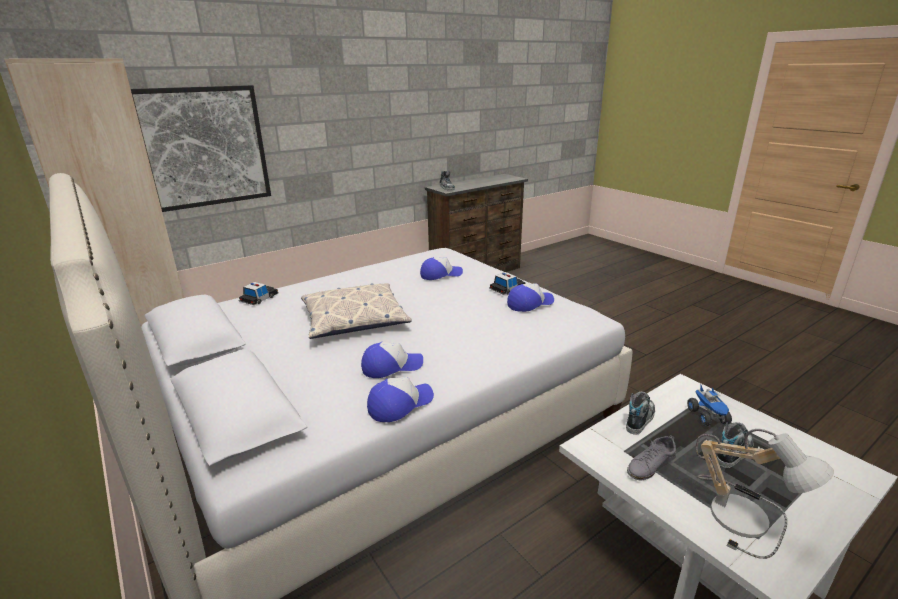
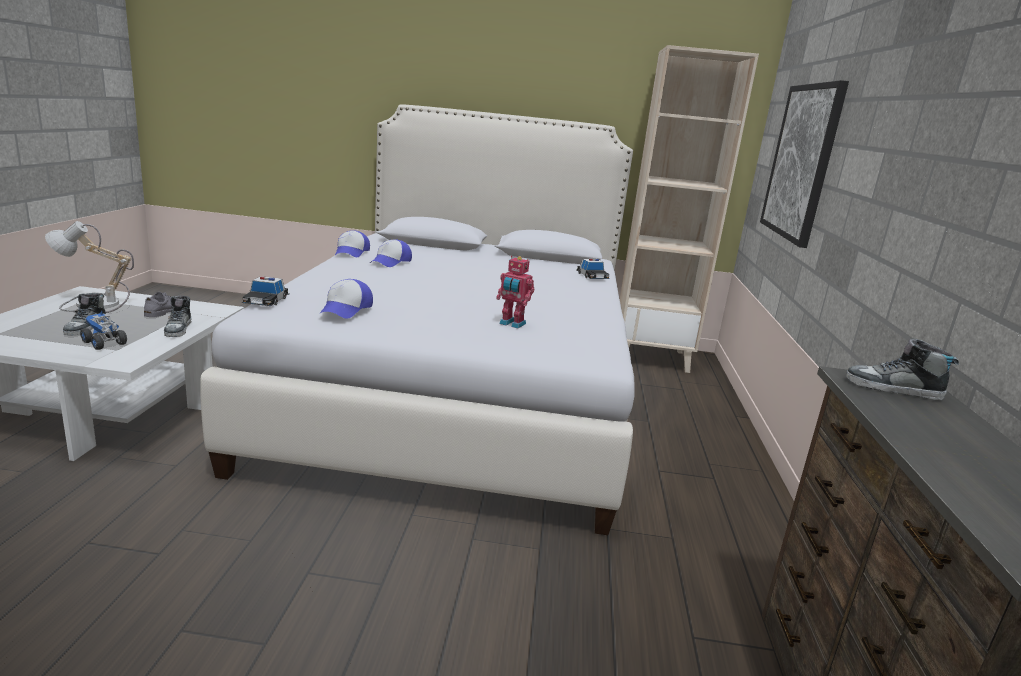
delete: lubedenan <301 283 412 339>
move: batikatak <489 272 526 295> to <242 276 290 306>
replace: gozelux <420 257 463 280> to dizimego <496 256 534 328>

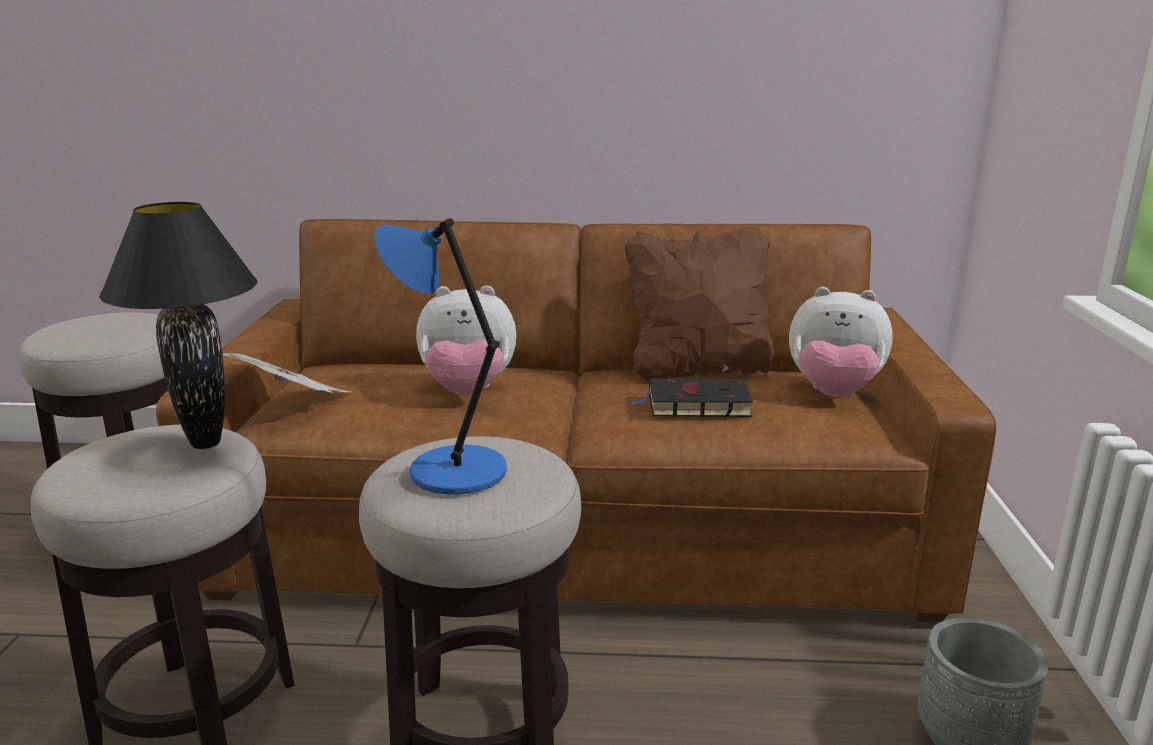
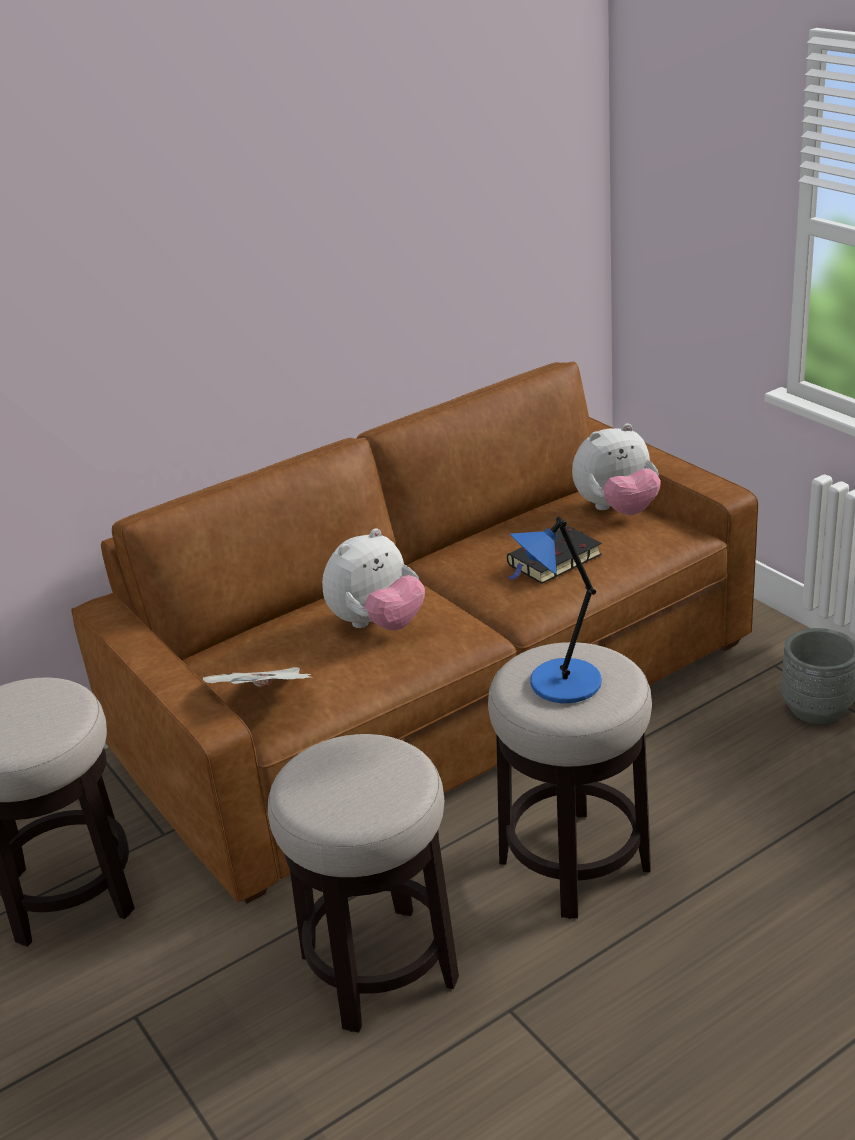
delete: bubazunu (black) <99 202 258 449>; lubedenan (brown) <624 227 774 381>

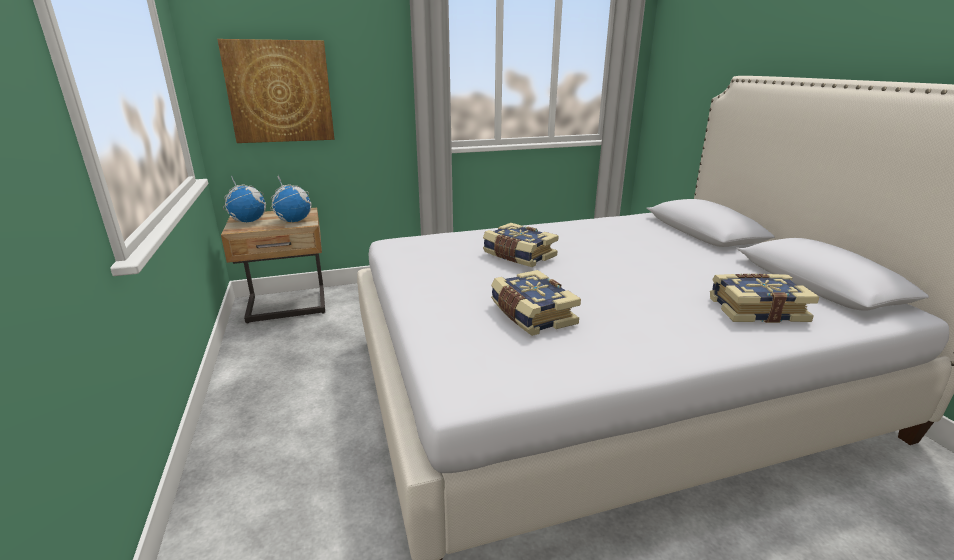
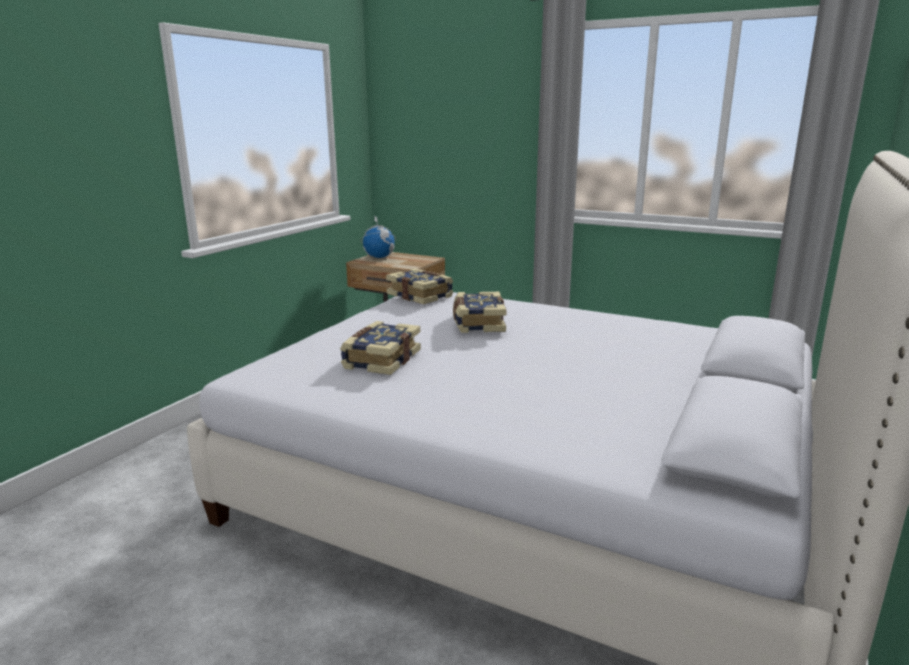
delete: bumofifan <217 39 335 143>; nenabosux <270 175 312 223>
move: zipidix <710 274 819 323> to <386 269 453 304>

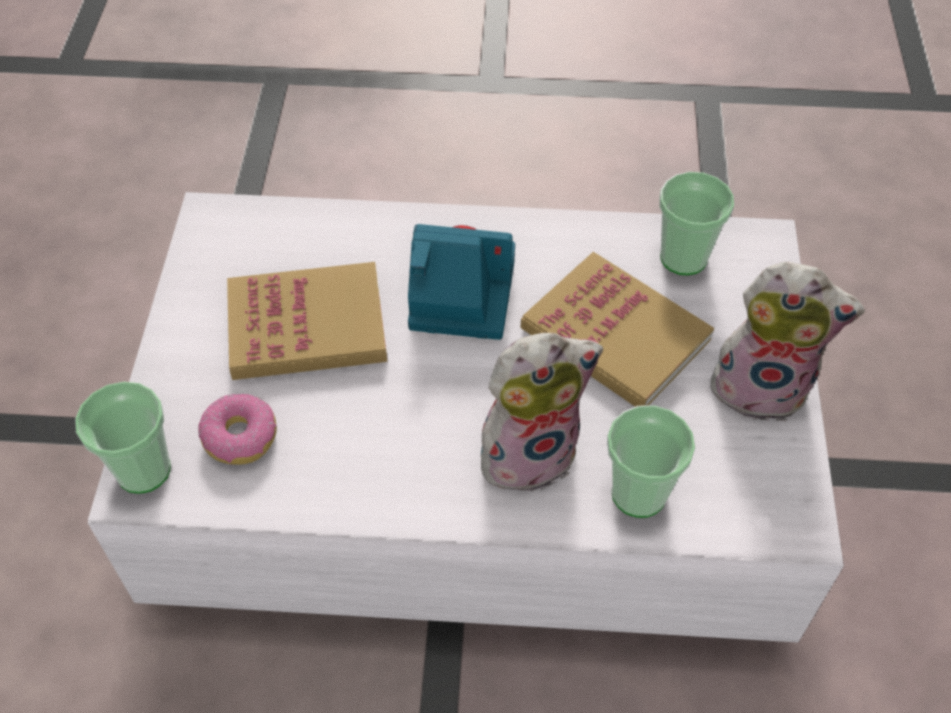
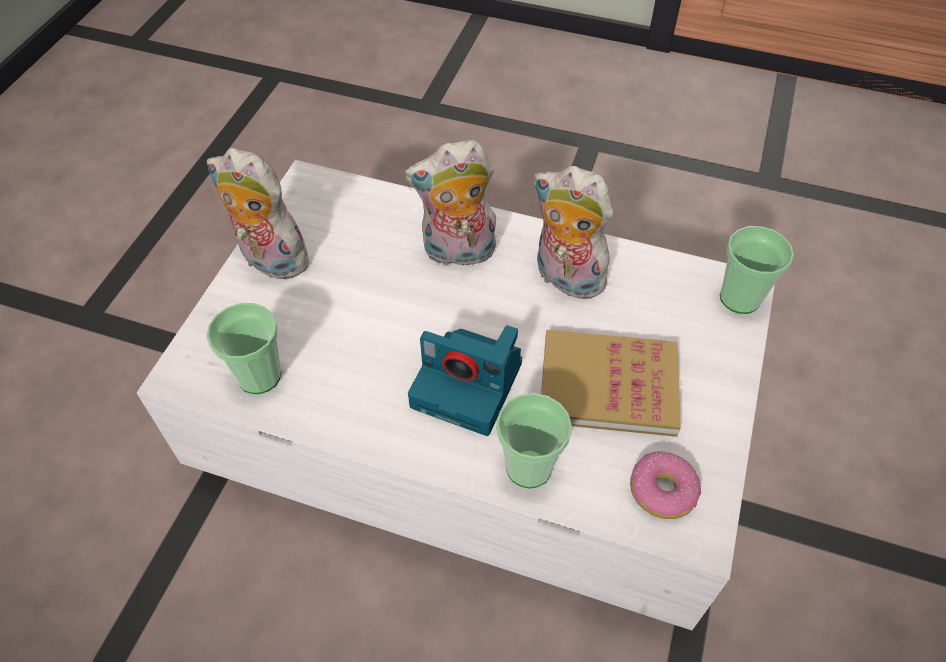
delete: zipidix <521 252 714 407>
insert: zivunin <533 166 613 300>
move: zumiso <198 393 277 465> to <630 451 701 519>; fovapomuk <607 405 695 518> to <496 393 572 489>

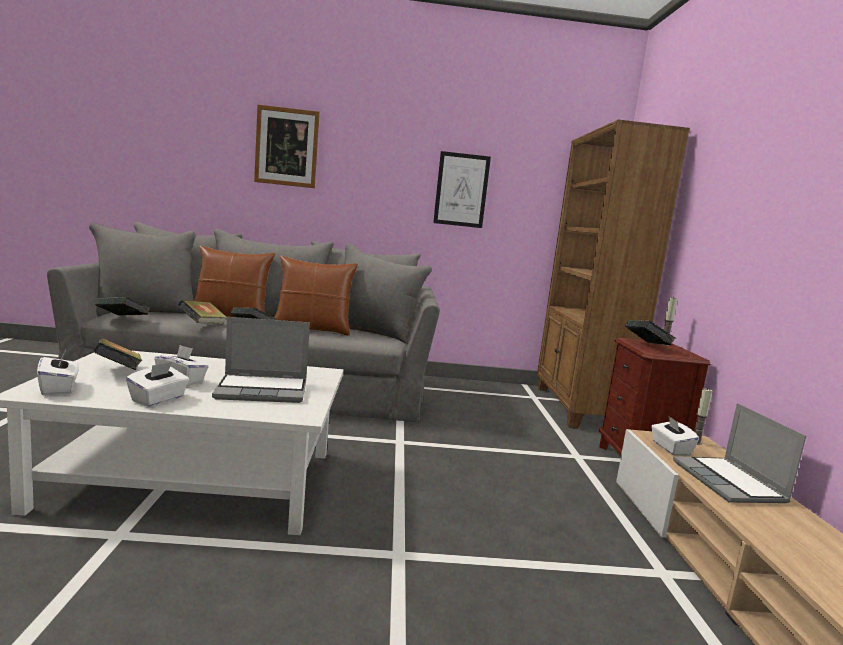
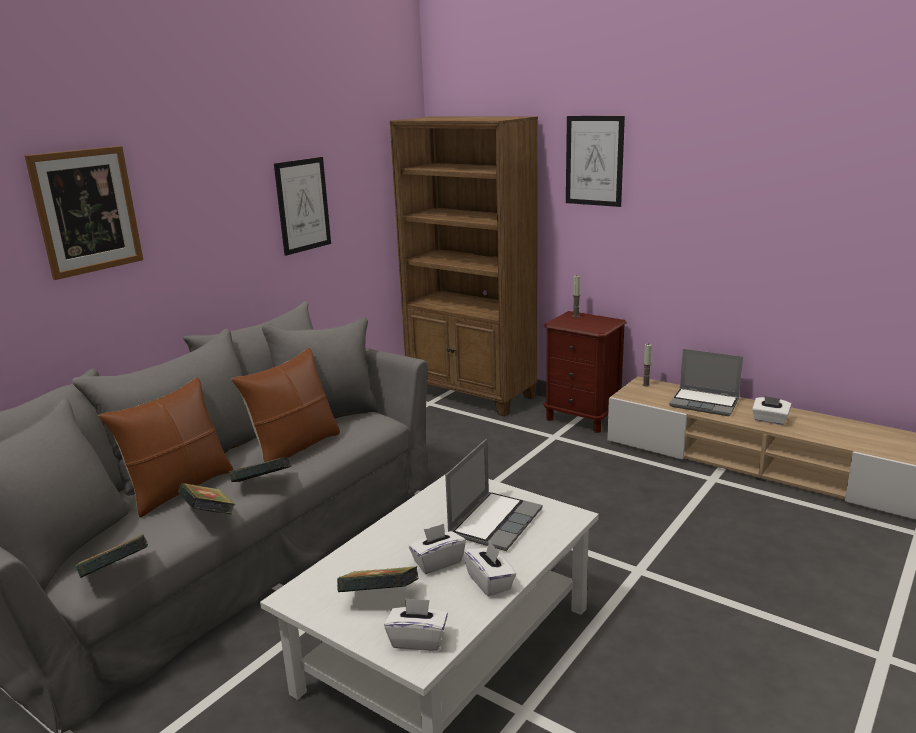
delete: zipidix <625 320 676 345>
insert: bumofifan <566 116 625 207>
move: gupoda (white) <651 415 699 456> to <752 396 792 425>

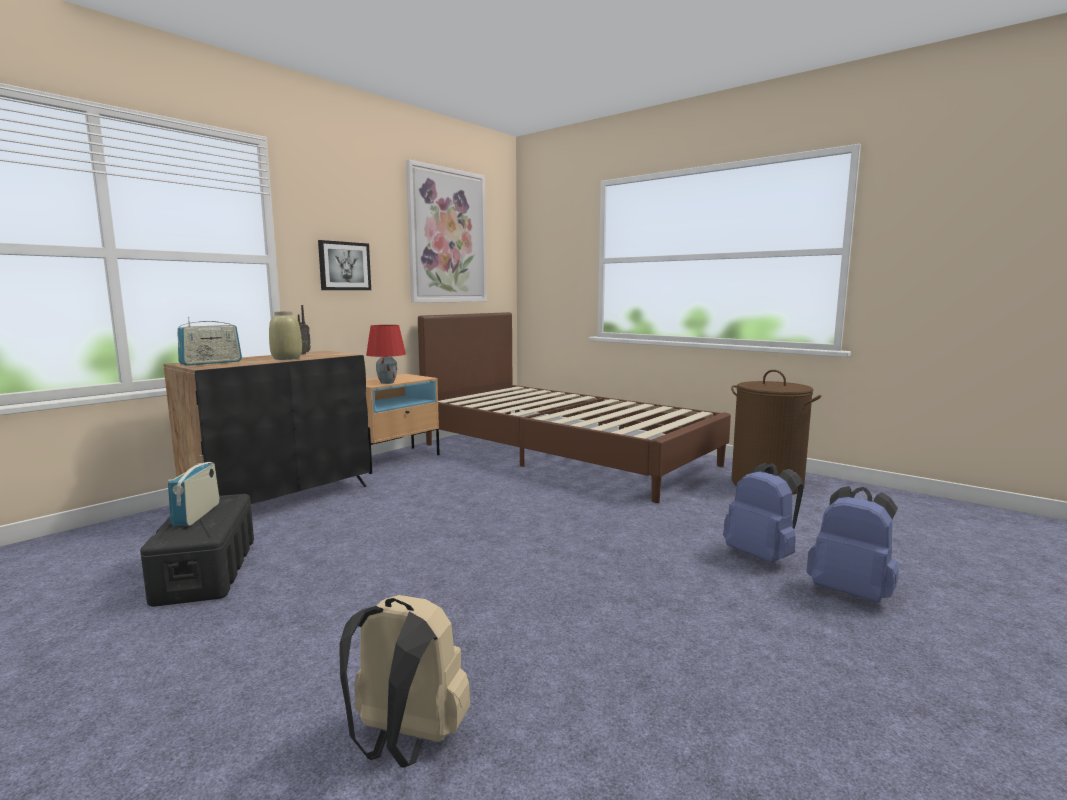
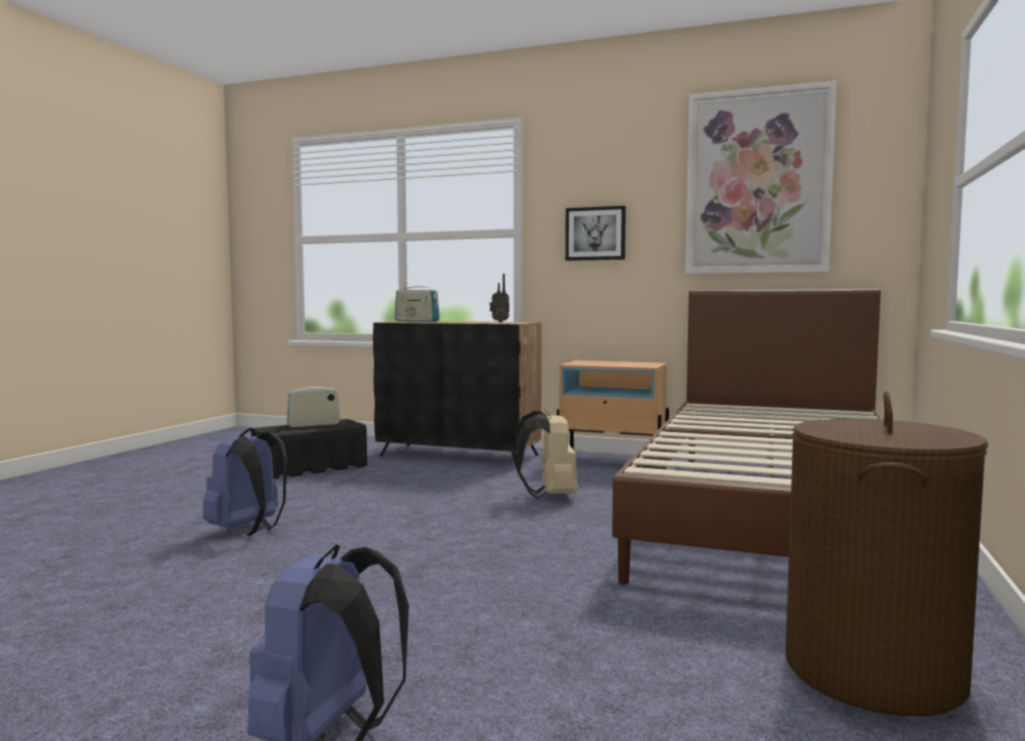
delete: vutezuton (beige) <269 311 302 360>; bubazunu (red) <366 325 406 384>
move: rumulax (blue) <723 463 804 563> to <203 428 288 536>; rumulax (beige) <339 595 470 768> to <515 408 577 499>

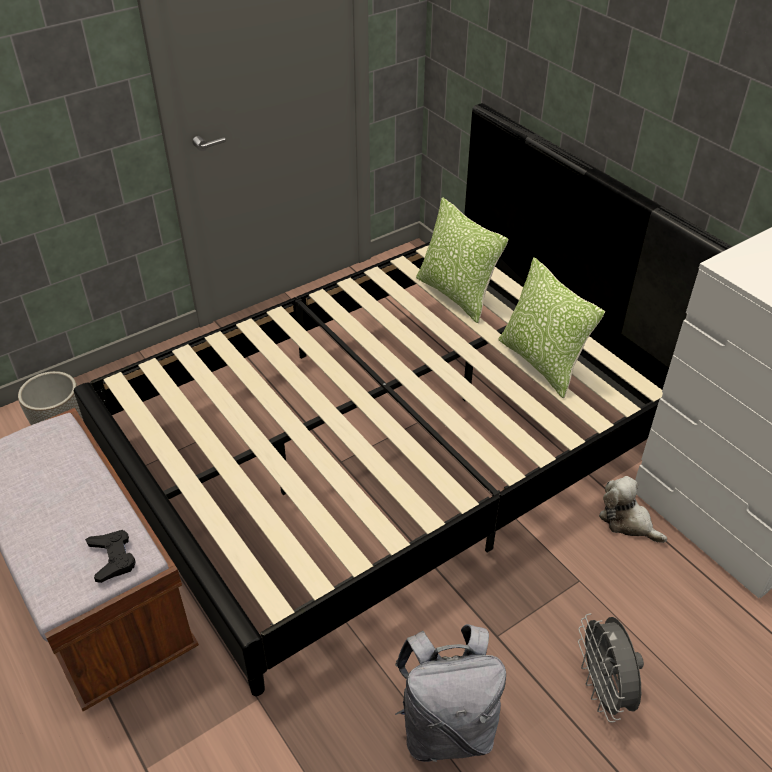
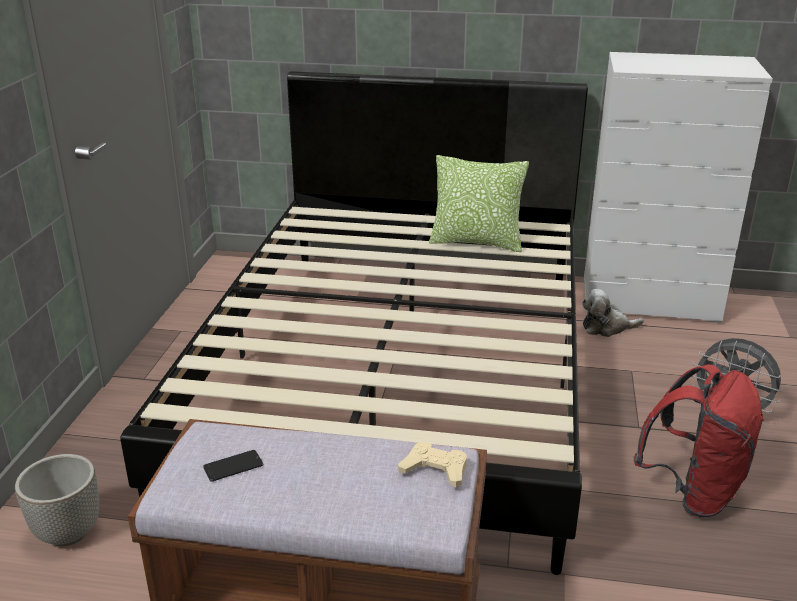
delete: lubedenan <416 197 508 323>
insert: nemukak <203 450 263 482>
recolor: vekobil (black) <85 530 136 583> to vekobil (beige) <398 442 467 487>; rumulax (grey) <395 624 506 762> to rumulax (red) <634 364 764 518>

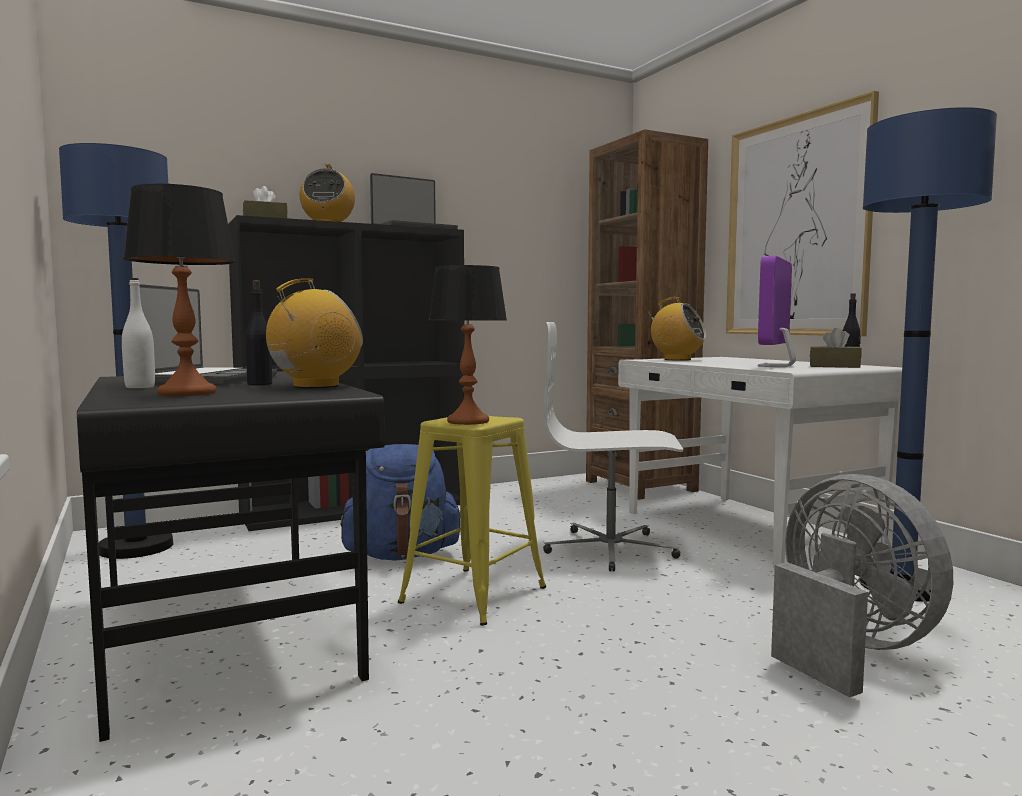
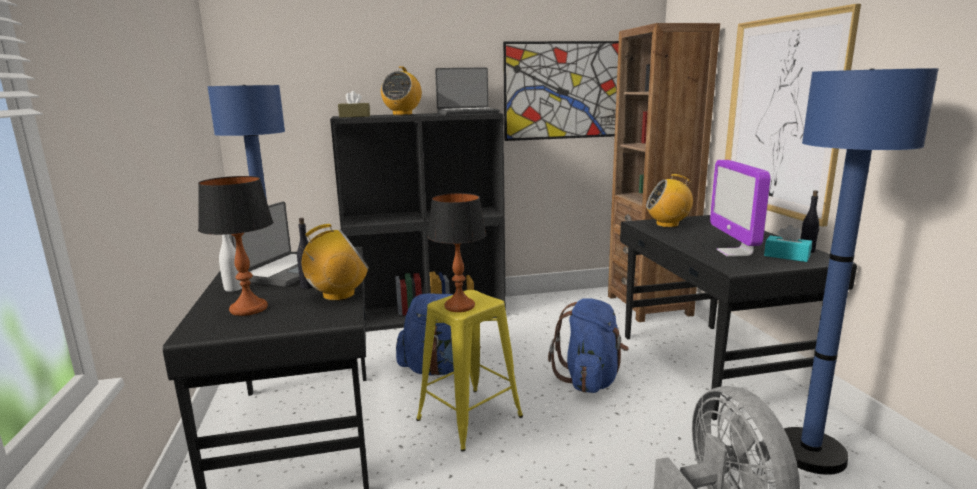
insert: bumofifan <503 41 619 141>
replace: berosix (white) <543 322 683 572> to rumulax (blue) <548 298 629 393>
recolor: gupoda (brown) <810 328 861 368> to gupoda (turquoise) <764 225 812 262>; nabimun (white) <618 357 902 568> to nabimun (black) <620 215 857 420>
rotate: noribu <758 256 796 367> = <710 160 770 257> 45 degrees counterclockwise; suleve <646 297 706 361> = <646 174 693 228> 135 degrees clockwise

